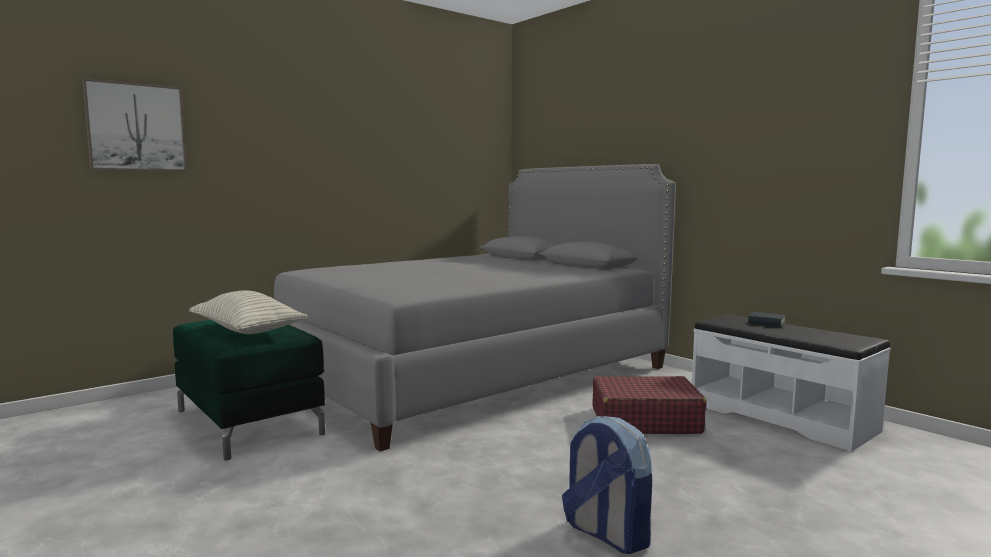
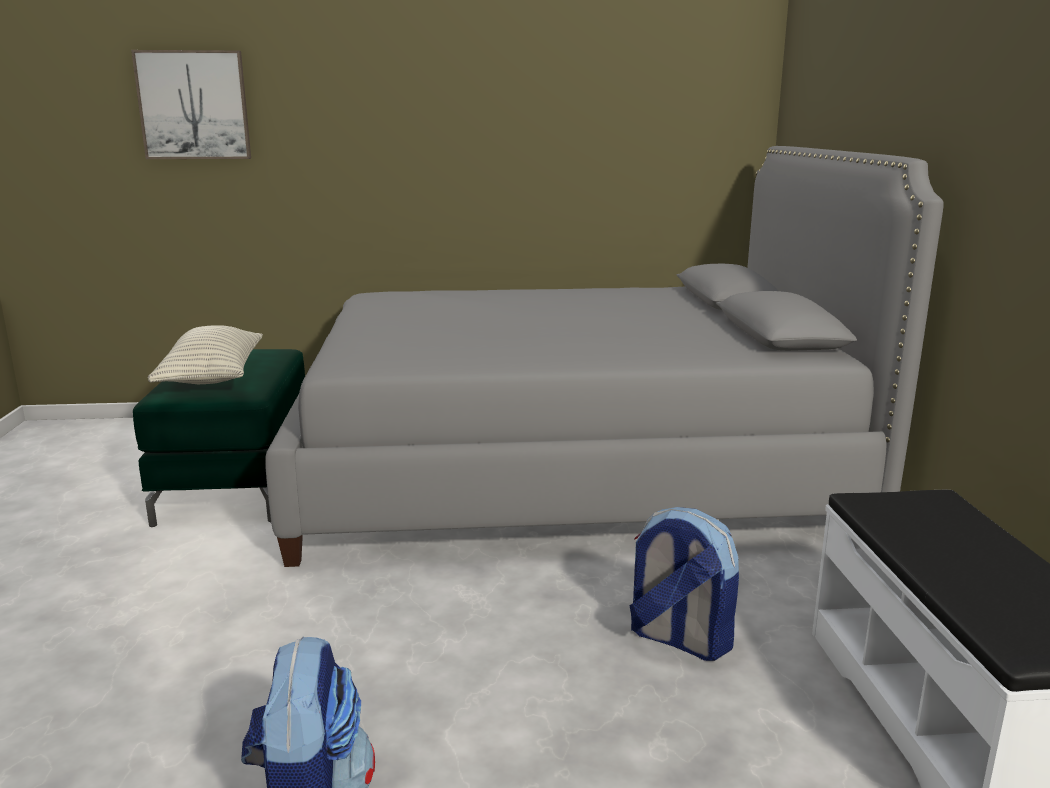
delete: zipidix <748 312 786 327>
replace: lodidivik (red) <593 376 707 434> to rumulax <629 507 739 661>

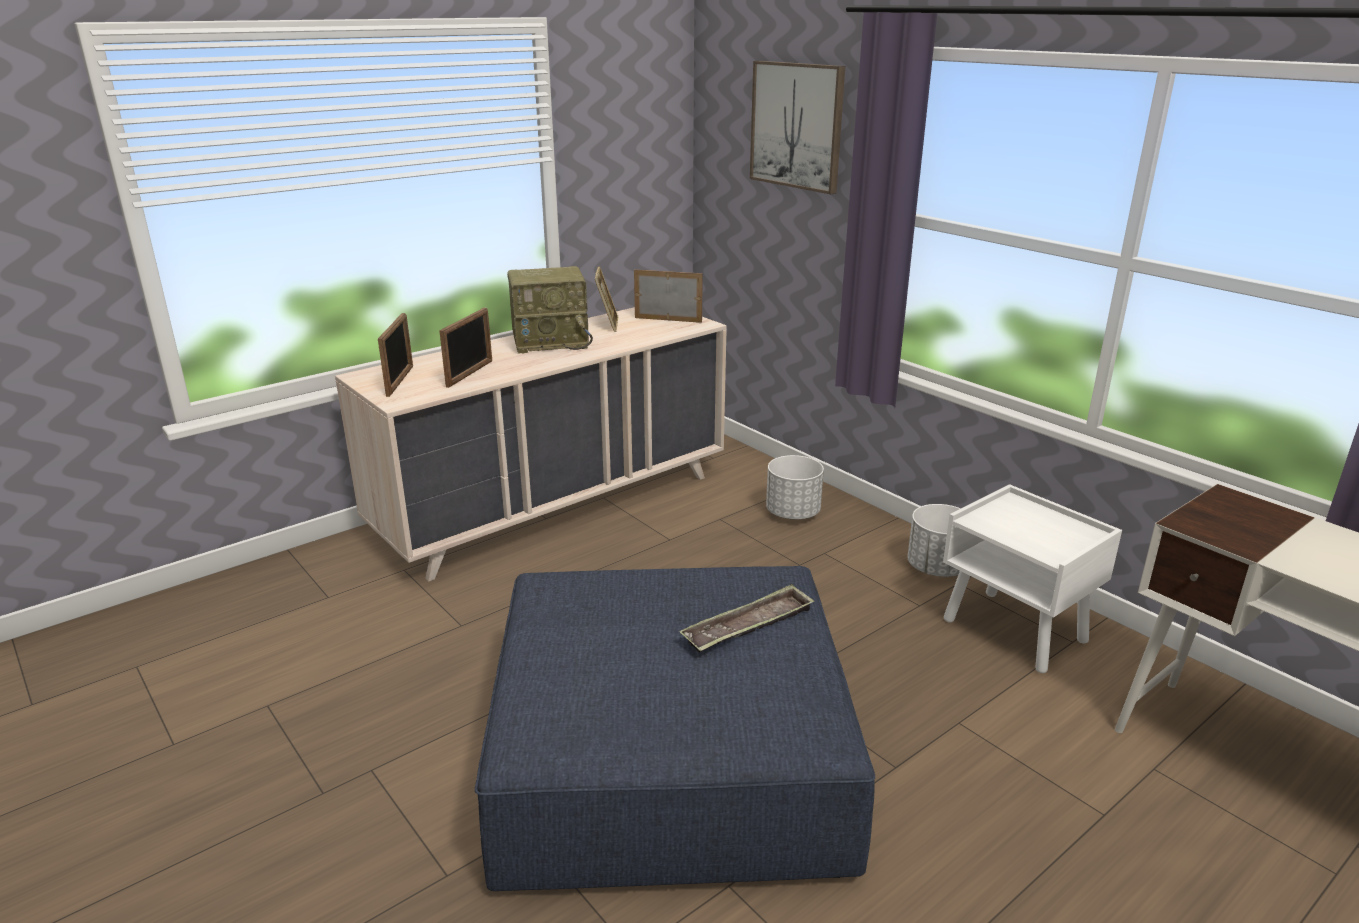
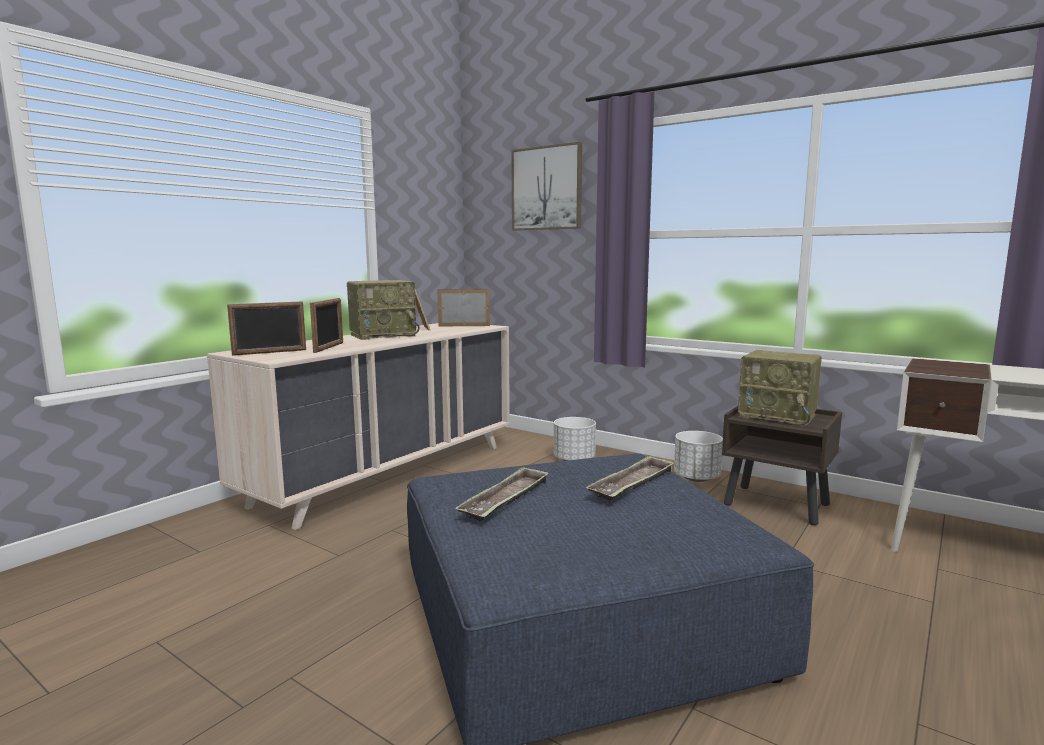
insert: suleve <738 350 822 427>; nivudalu <455 466 549 521>
recolor: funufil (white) <943 484 1122 673> to funufil (brown) <722 406 842 525>
rotate: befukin <378 313 413 397> = <227 301 306 356> 75 degrees clockwise

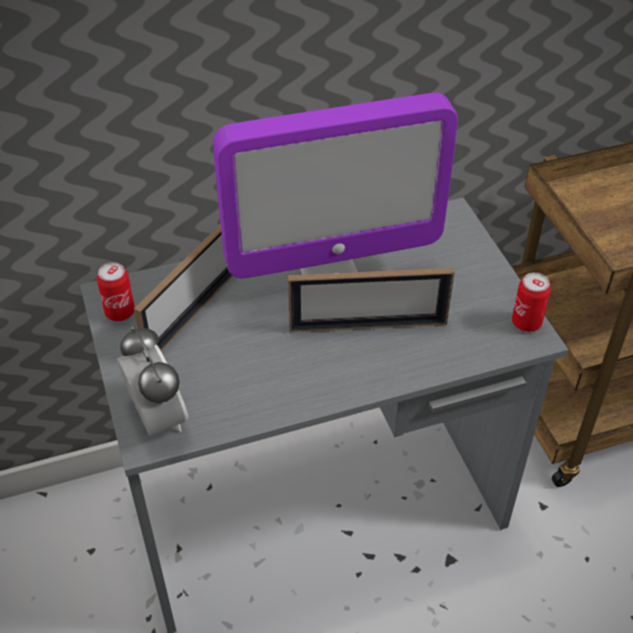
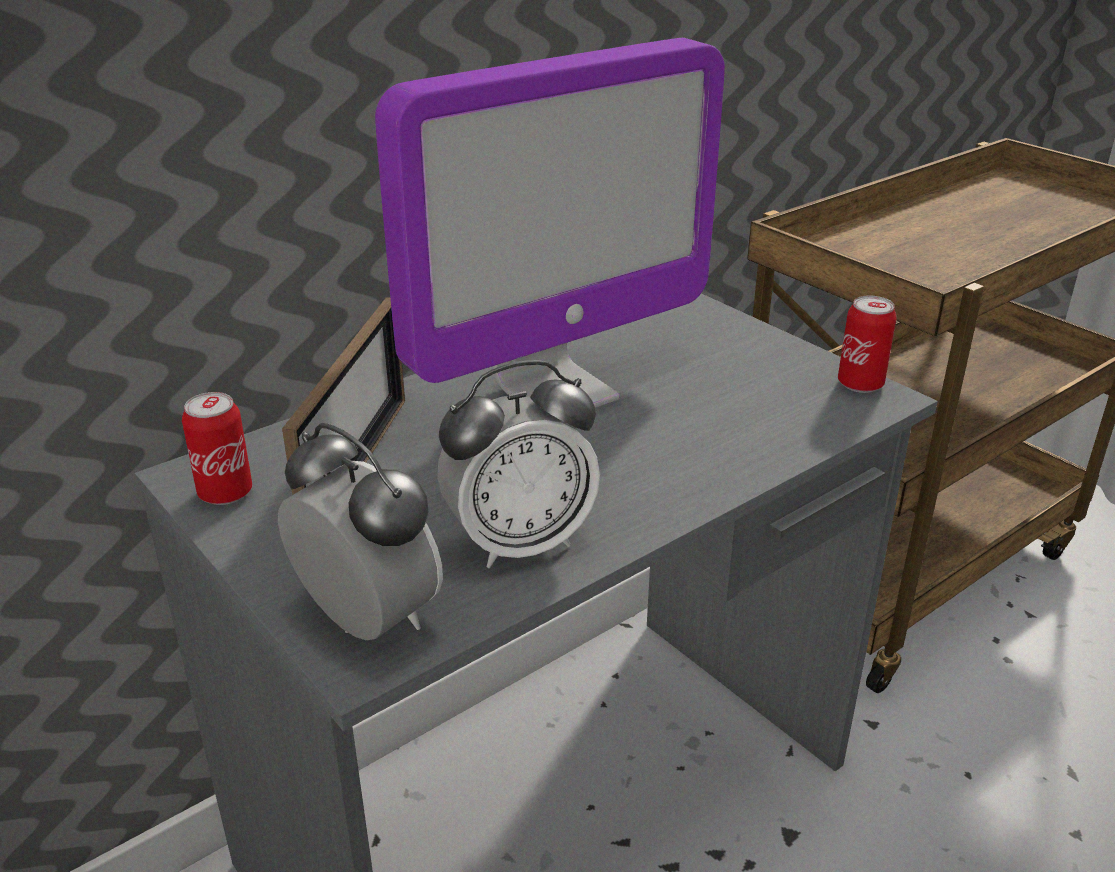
delete: befukin <288 268 455 333>
insert: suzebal <438 360 600 568>

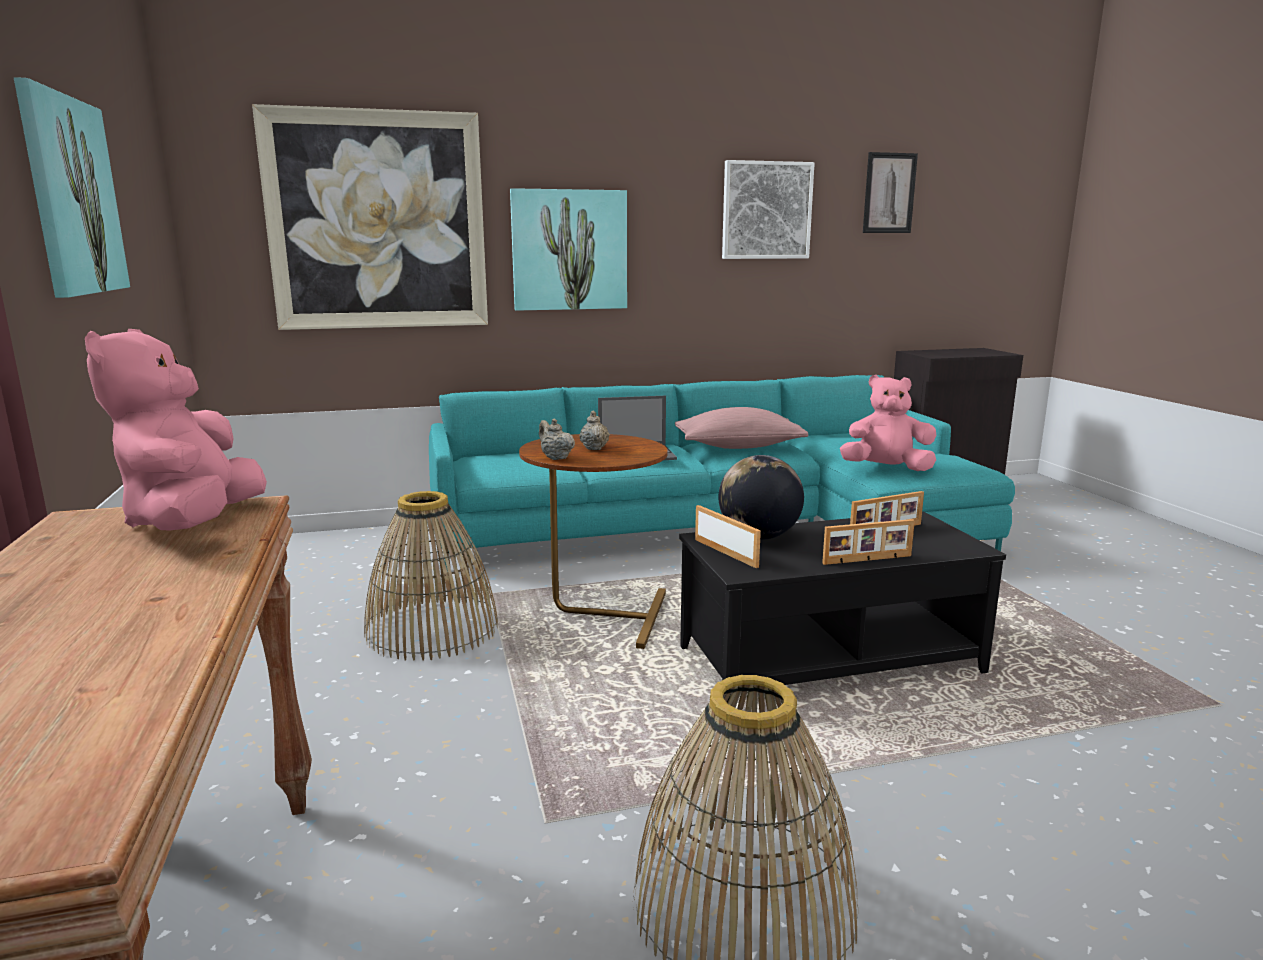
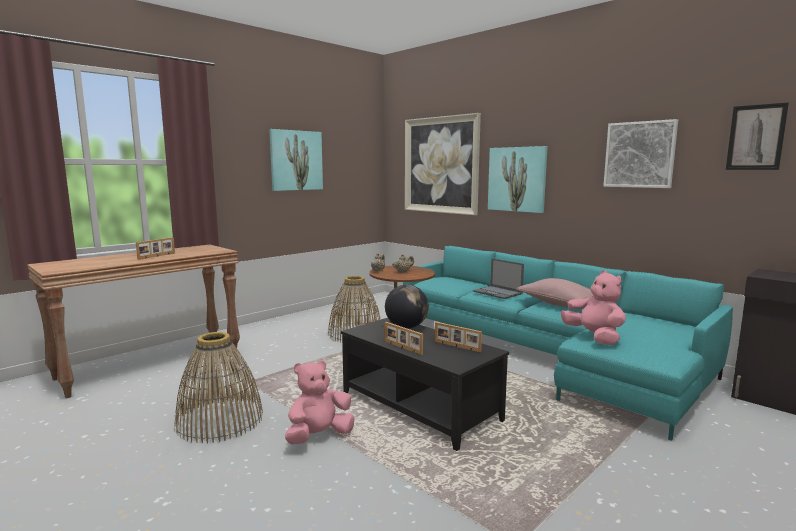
move: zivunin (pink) <85 329 267 531> to <285 360 354 444>; befukin <695 505 761 568> to <136 237 175 260>

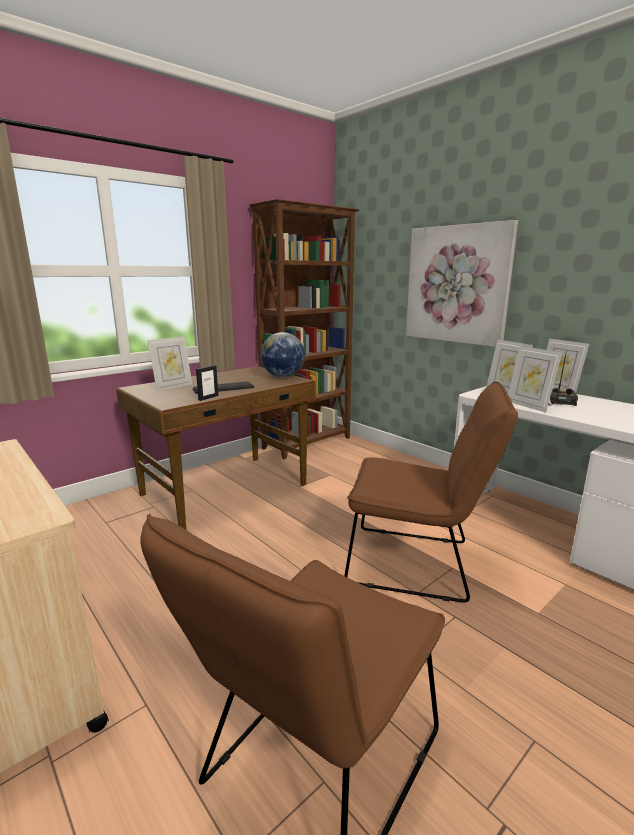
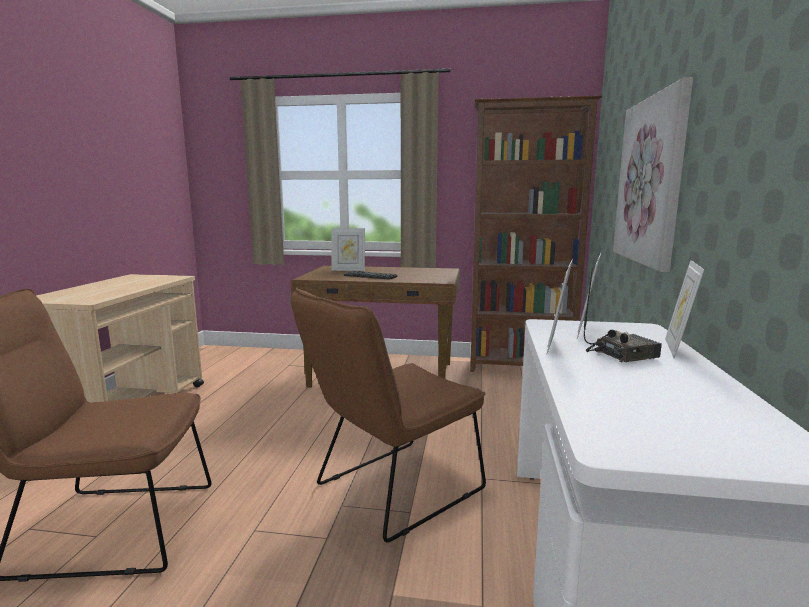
delete: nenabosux <261 332 305 378>; befukin <196 365 218 401>
rotate: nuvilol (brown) <344 381 518 603> = <291 287 486 543> 75 degrees clockwise

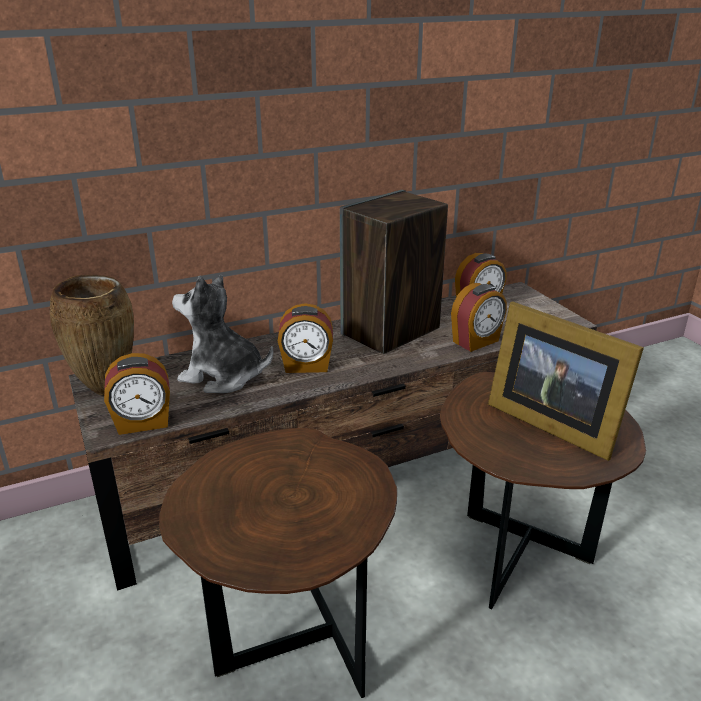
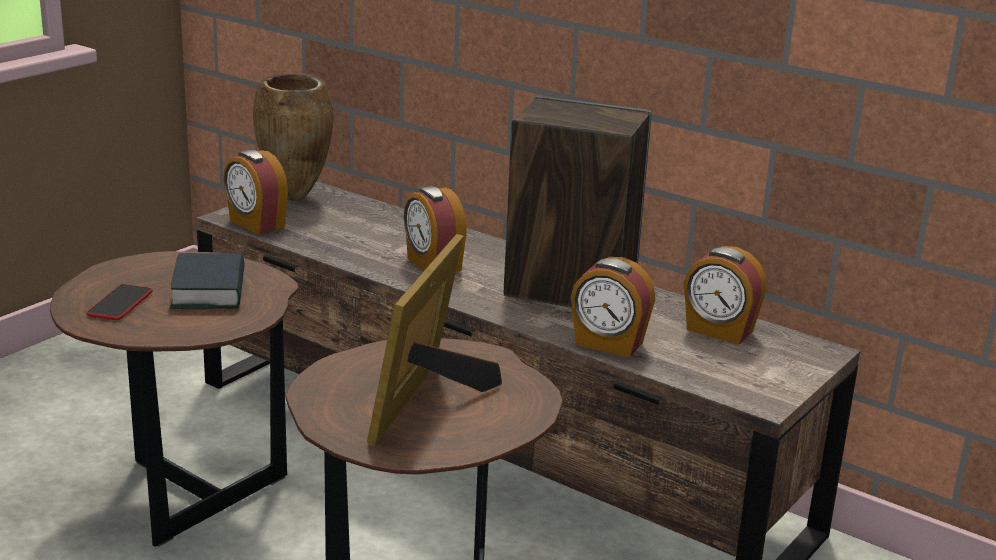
delete: zivunin <172 274 274 393>
insert: zipidix <170 253 245 309>; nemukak <87 284 152 320>

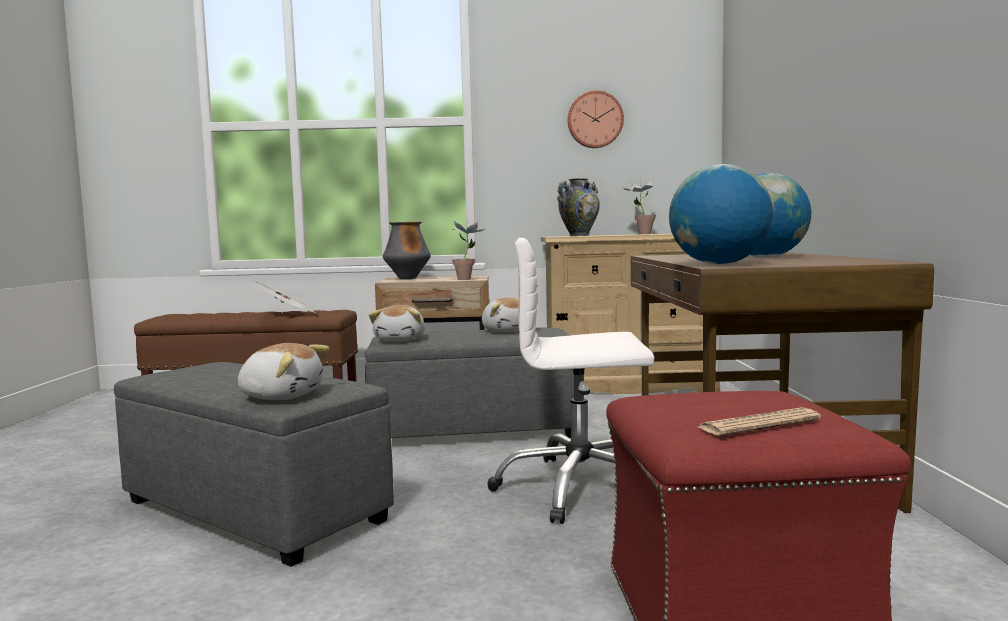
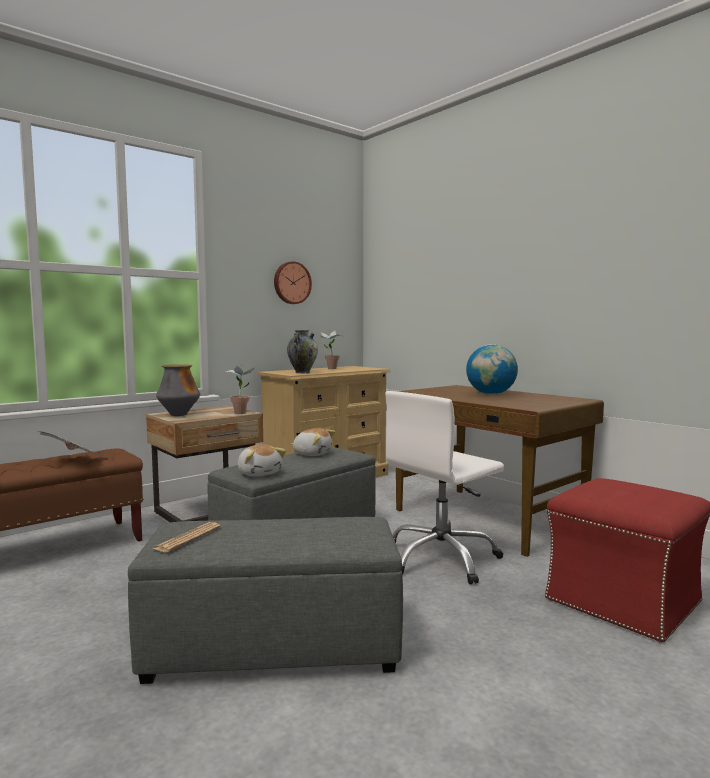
delete: nenabosux <669 164 773 264>; zivunin <237 343 330 400>
move: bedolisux <699 407 821 436> to <153 522 221 552>

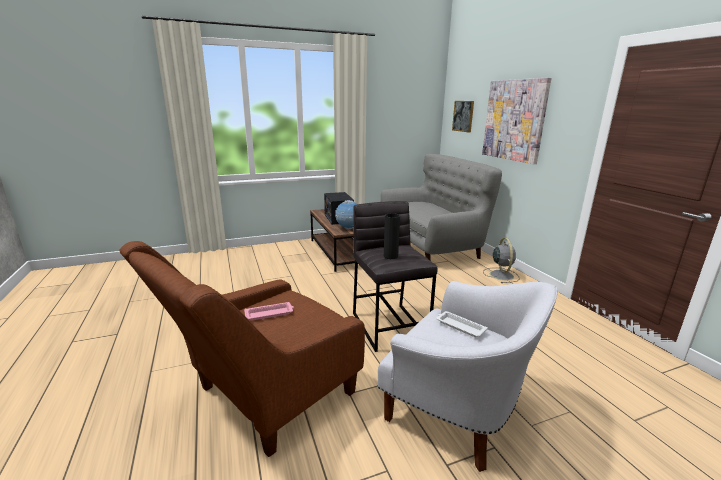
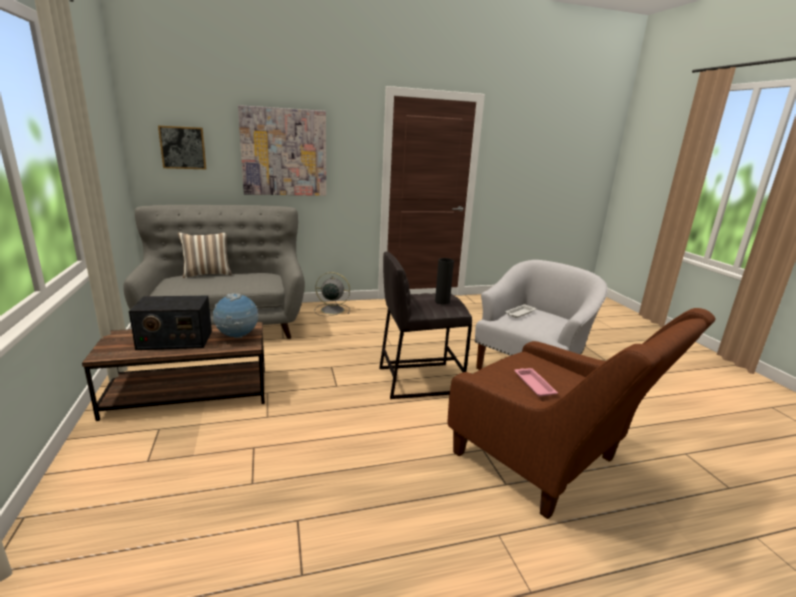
insert: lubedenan <178 232 232 278>

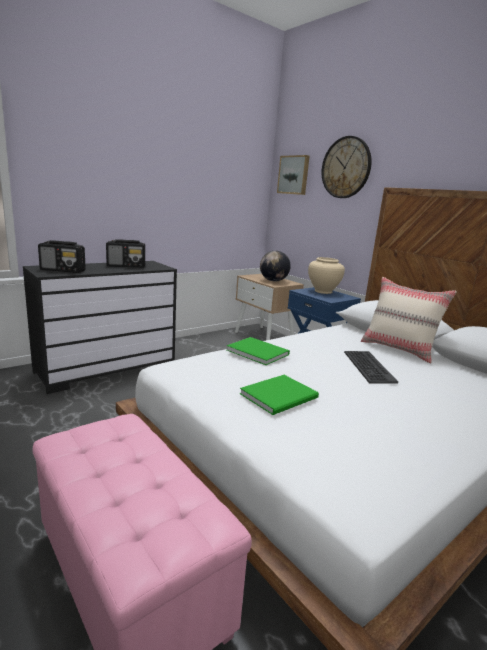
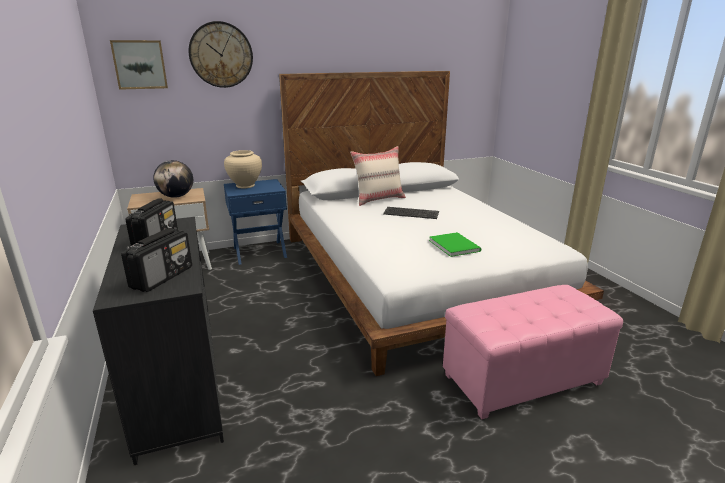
delete: zipidix (green) <227 337 290 365>

